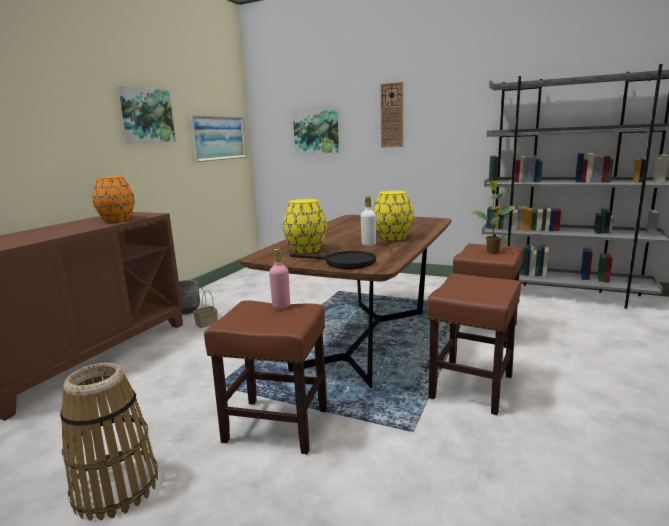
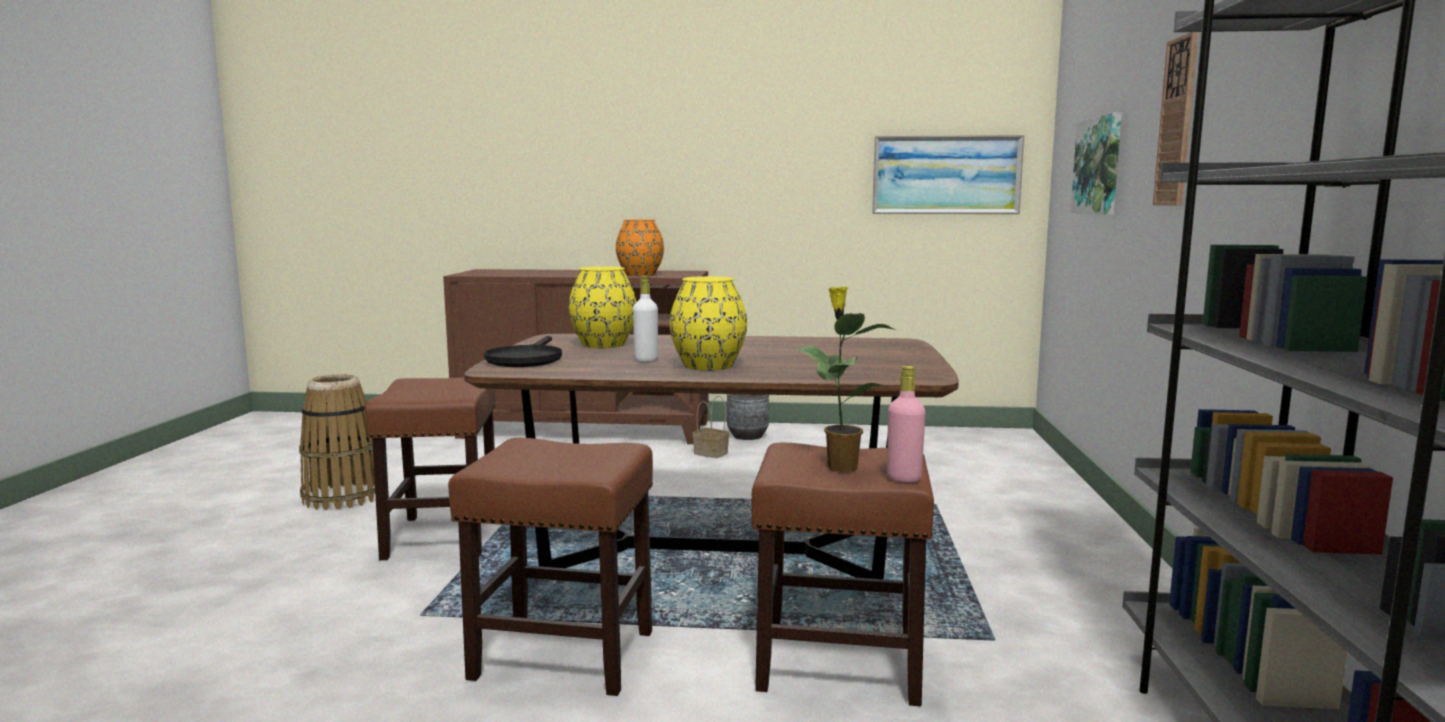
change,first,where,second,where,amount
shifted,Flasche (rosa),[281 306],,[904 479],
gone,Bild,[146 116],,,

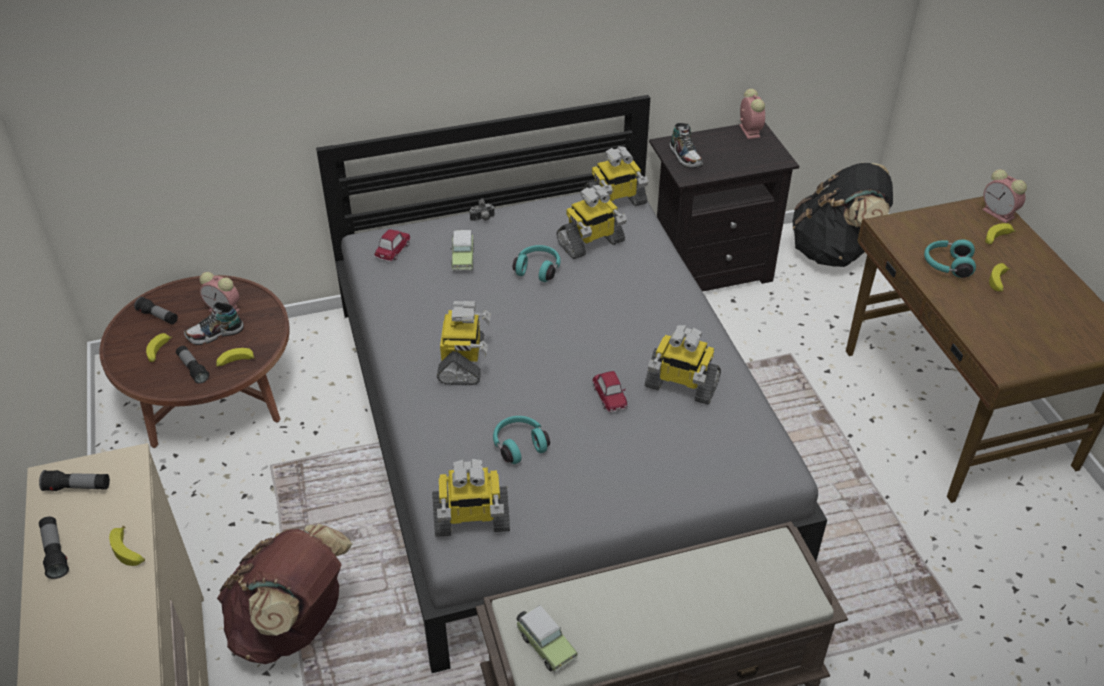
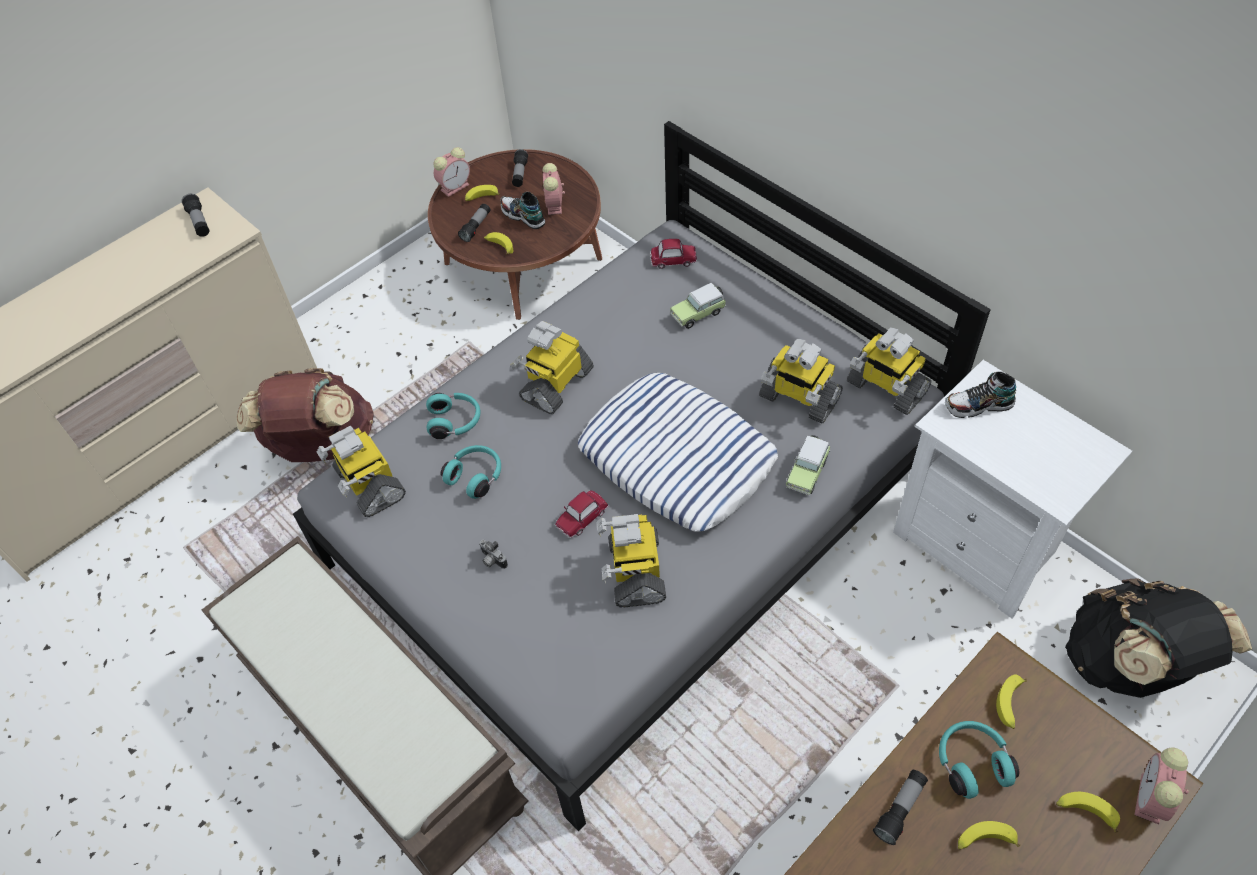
change,first,where,second,where,amount
shifted,Kopfhörer (türkis),[538 269],,[455 421],
shifted,Wecker,[748 130],,[455 186],
shifted,Kamera,[483 219],,[492 561],
rotated,Spielzeugroboter,[463 362],,[556 384],150 degrees clockwise
new,,,Kissen,[677 458],
shifted,Spielzeugauto,[545 645],,[807 471],
shifted,Taschenlampe,[55 552],,[900 809],
repainted,Nachttisch (schwarz),[709 268],Nachttisch (weiß),[979 544],
rotated,Schuh,[685 157],,[978 406],45 degrees clockwise
shifted,Banane,[129 551],,[1010 704],

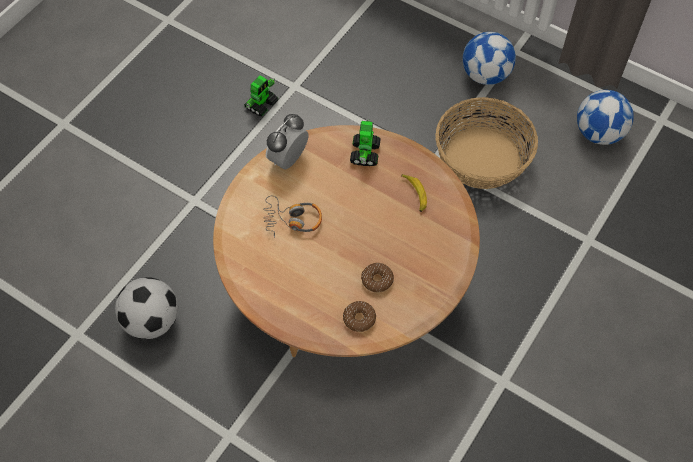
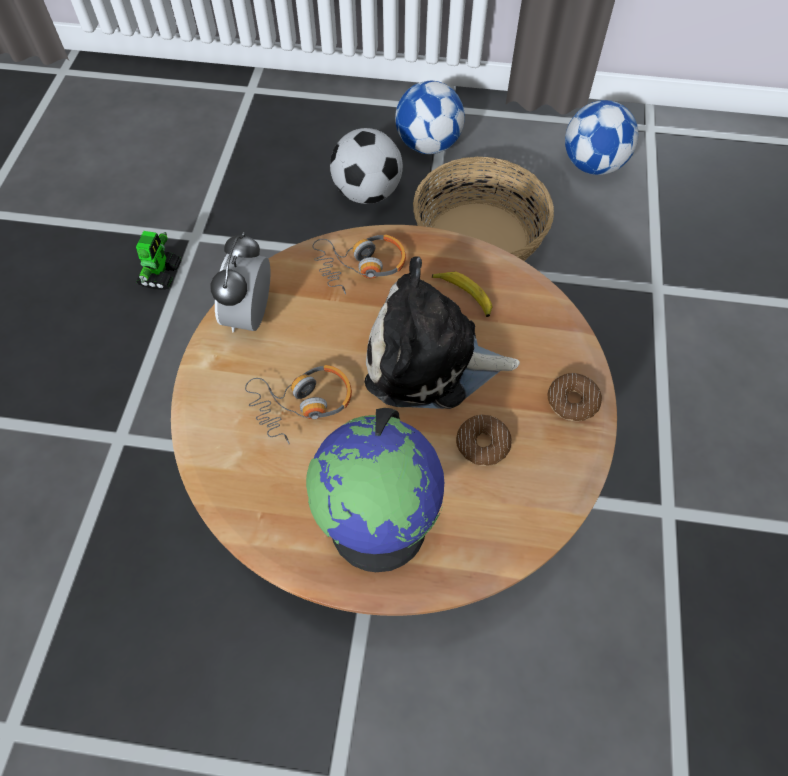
change,first,where,second,where,amount
new,,,Globus,[380 524],
swapped,Spielzeugroboter,[365 153],Kopfhörer,[361 266],
shifted,Fußball,[152 321],,[367 193],
new,,,Plüschtier,[430 361],
shifted,Donut,[359 319],,[572 401],

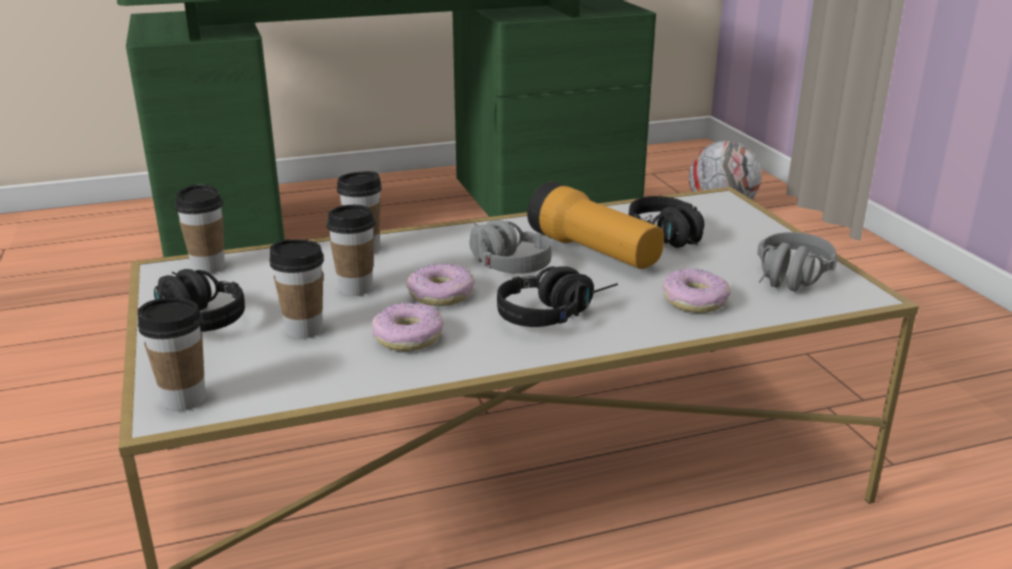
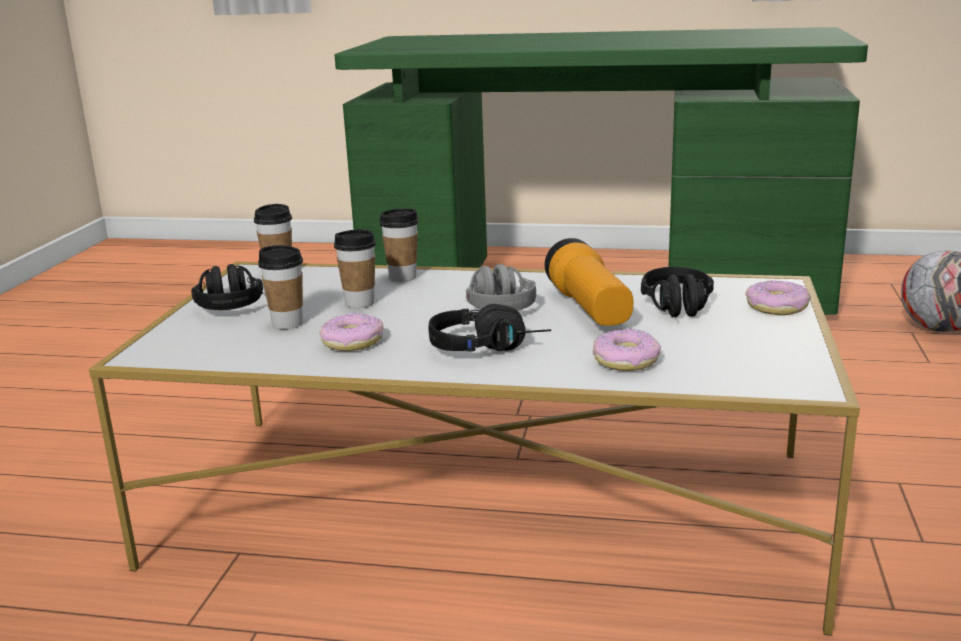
change,first,where,second,where,amount
shifted,Donut,[441 295],,[777 307],
gone,Tasse,[184 399],,,
gone,Kopfhörer (grau),[789 281],,,

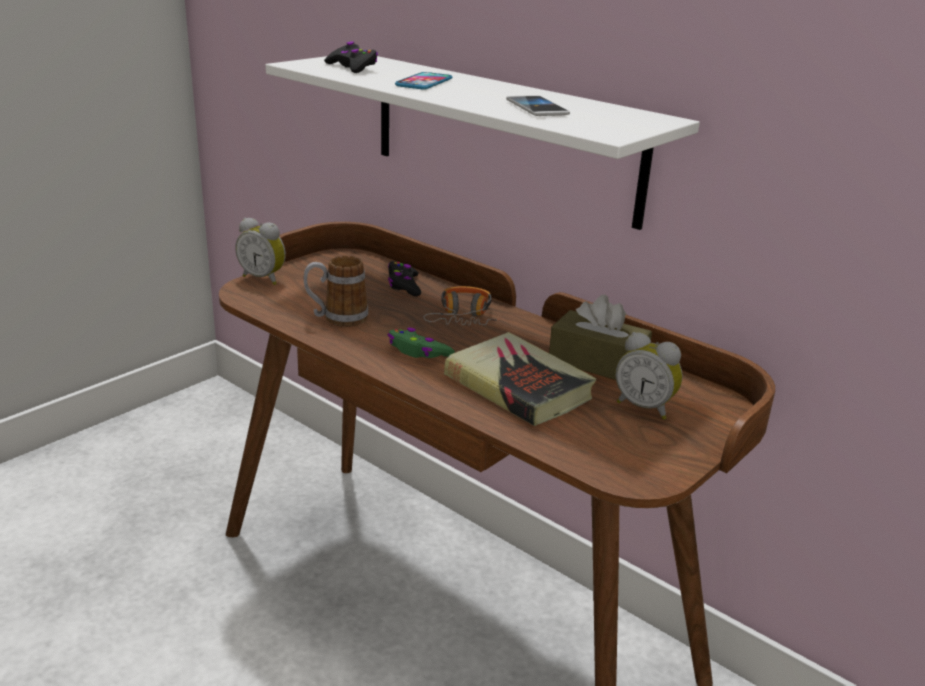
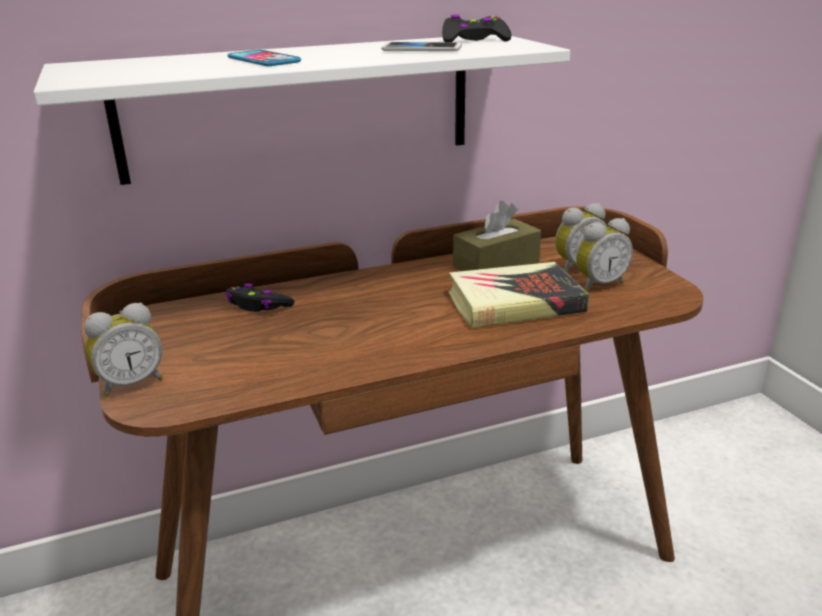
change,first,where,second,where,amount
shifted,Gamepad (schwarz),[352 67],,[474 40],
new,,,Wecker,[598 284],
gone,Henkelbecher,[337 318],,,
gone,Gamepad (grün),[418 352],,,
gone,Kopfhörer,[463 316],,,

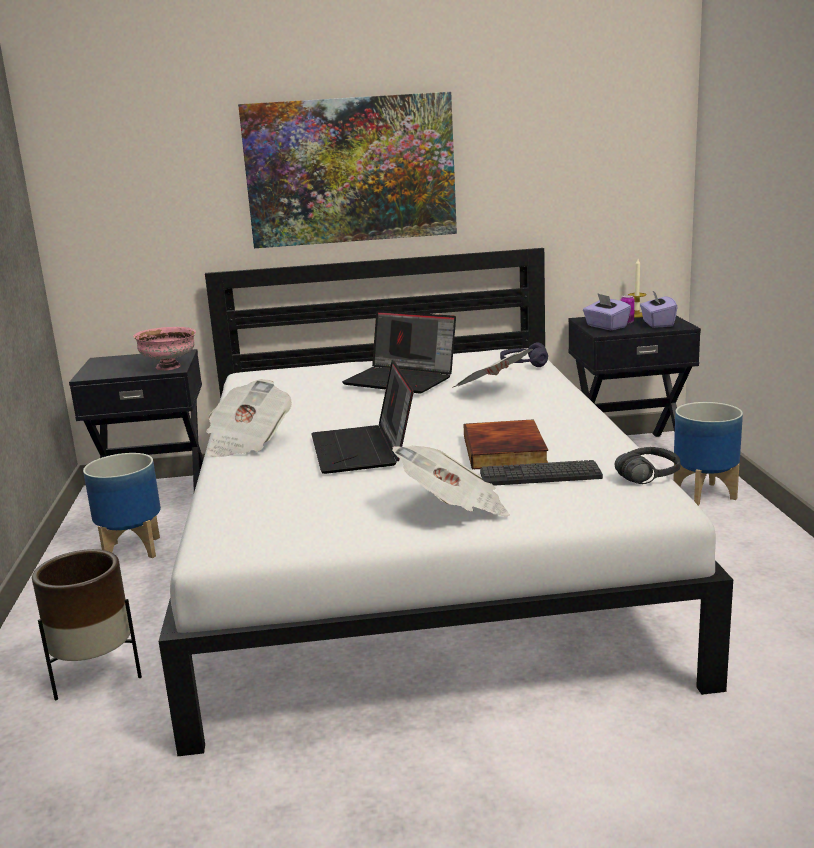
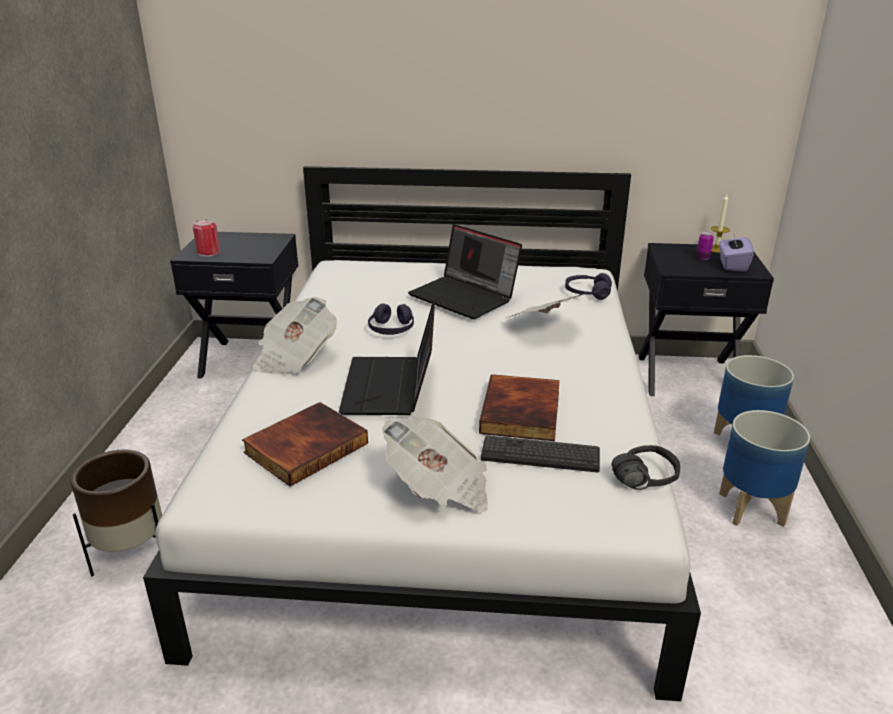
change,first,where,second,where,amount
new,,,Dose,[208 252],
new,,,Buch,[305 446],
new,,,Kopfhörer (lila),[391 329],
shifted,Pflanzkübel,[134 549],,[752 509],
gone,Schüssel (rosa),[169 367],,,
gone,Bild,[350 170],,,
gone,Taschentuchbox (lila),[606 326],,,

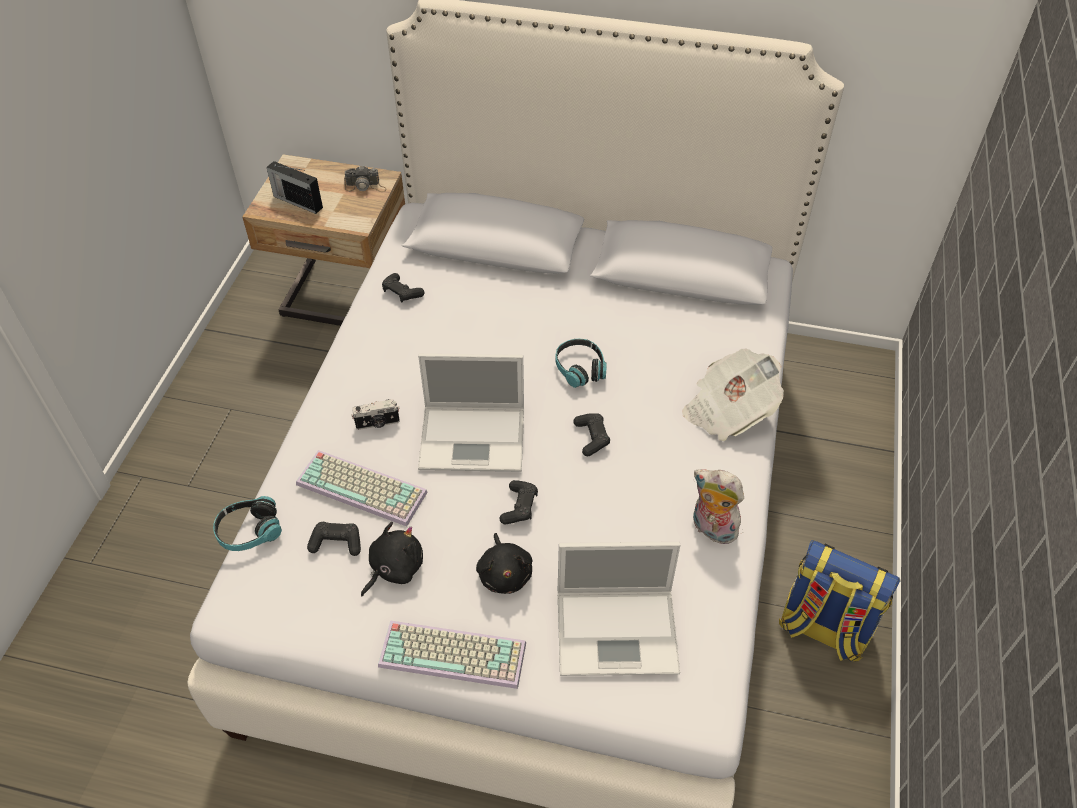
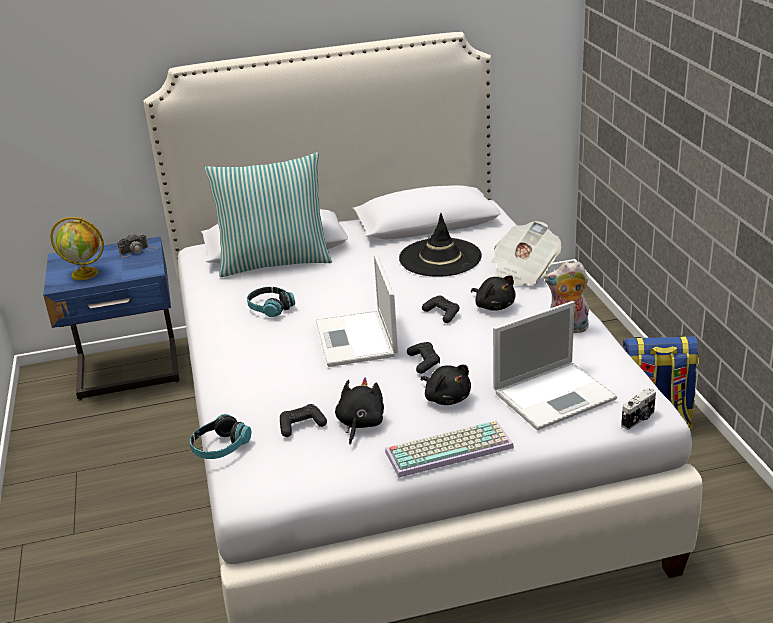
change,first,where,second,where,amount
repainted,Nachttisch (beige),[344 299],Nachttisch (blau),[129 372],
swapped,Radio,[297 201],Globus,[85 273],
new,,,Kissen,[275 262],
shifted,Kopfhörer,[580 368],,[270 308],
rotated,Laptop,[475 438],,[357 340],105 degrees clockwise
new,,,Hut (schwarz),[440 258],
new,,,Plüschtier (schwarz),[493 306],
shifted,Kamera,[377 424],,[639 419],
gone,Tastatur,[364 487],,,
gone,Gamepad (schwarz),[402 292],,,

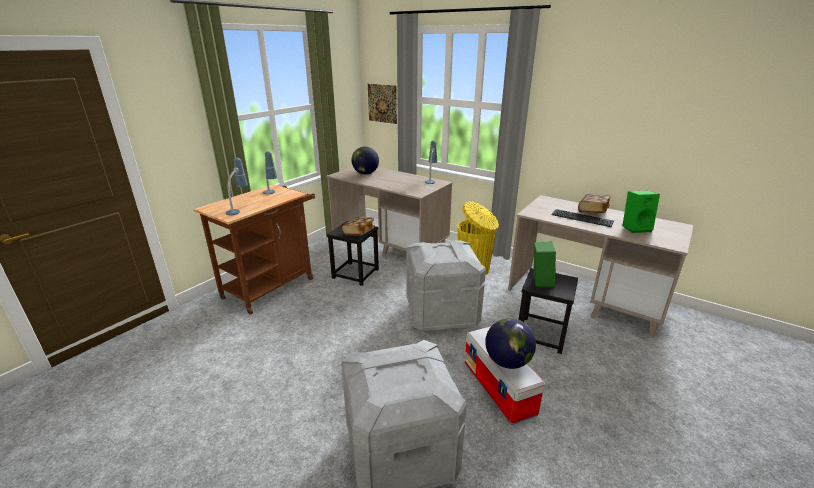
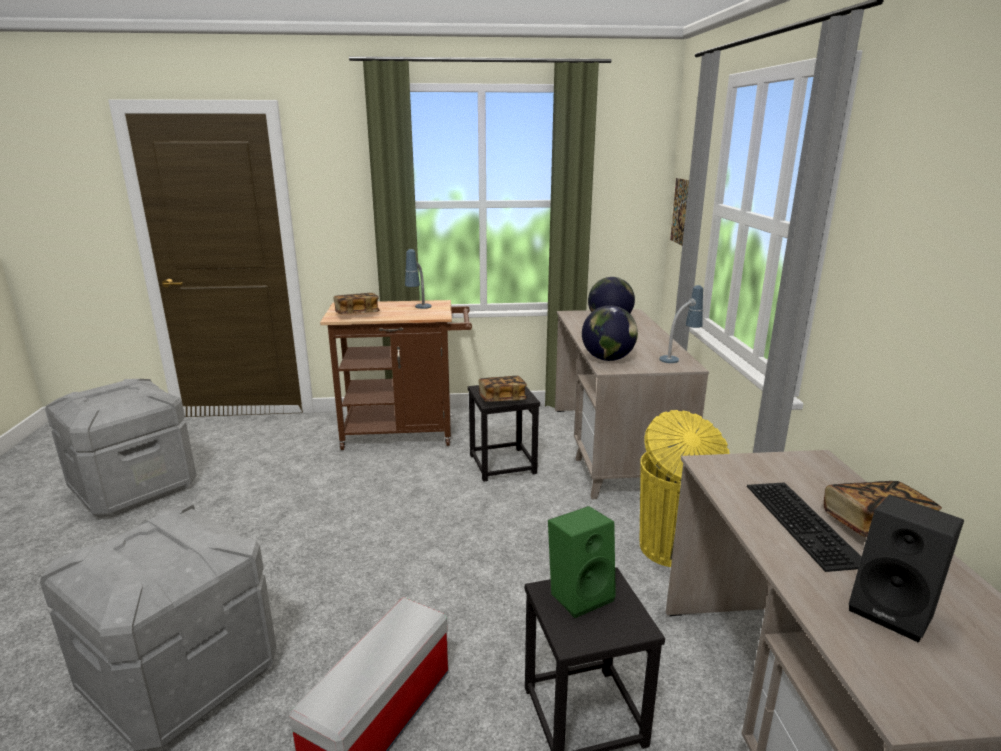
change,first,where,second,where,amount
shifted,Aufbewahrungsbox (grau),[441 313],,[135 487],
swapped,Tischlampe,[239 209],Buch,[357 314],
shifted,Globus,[508 361],,[608 359],
repainted,Lautsprecher (grün),[636 228],Lautsprecher (schwarz),[894 610],

